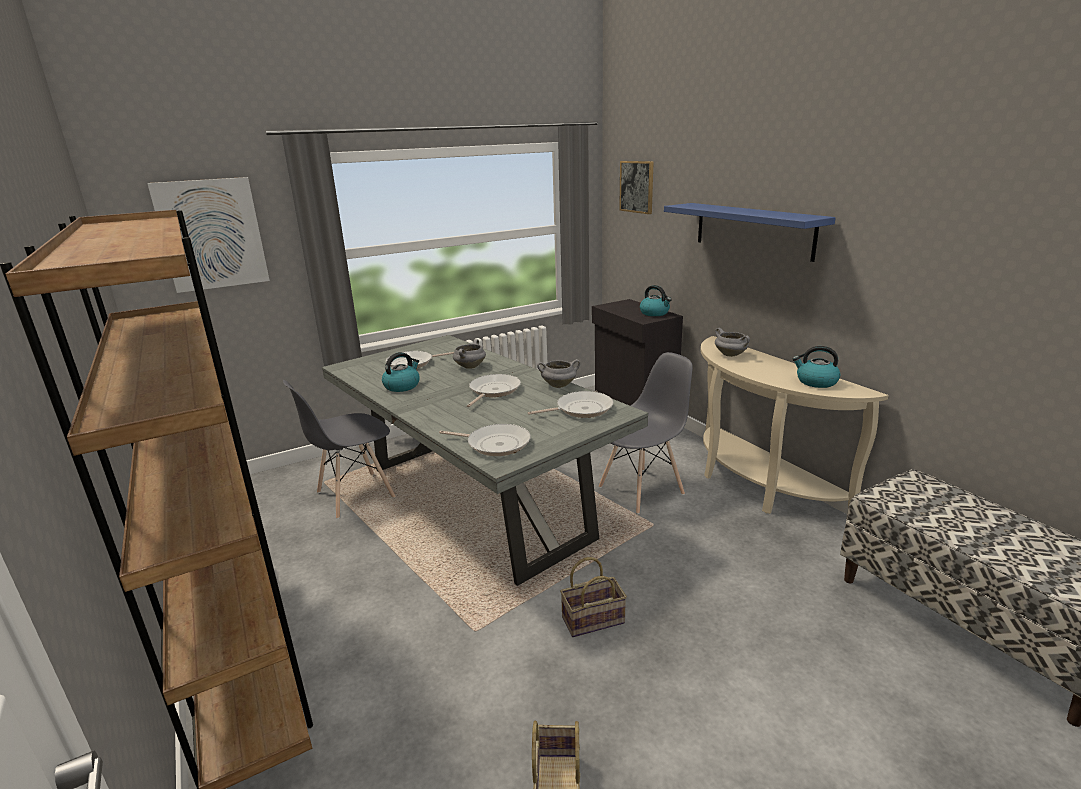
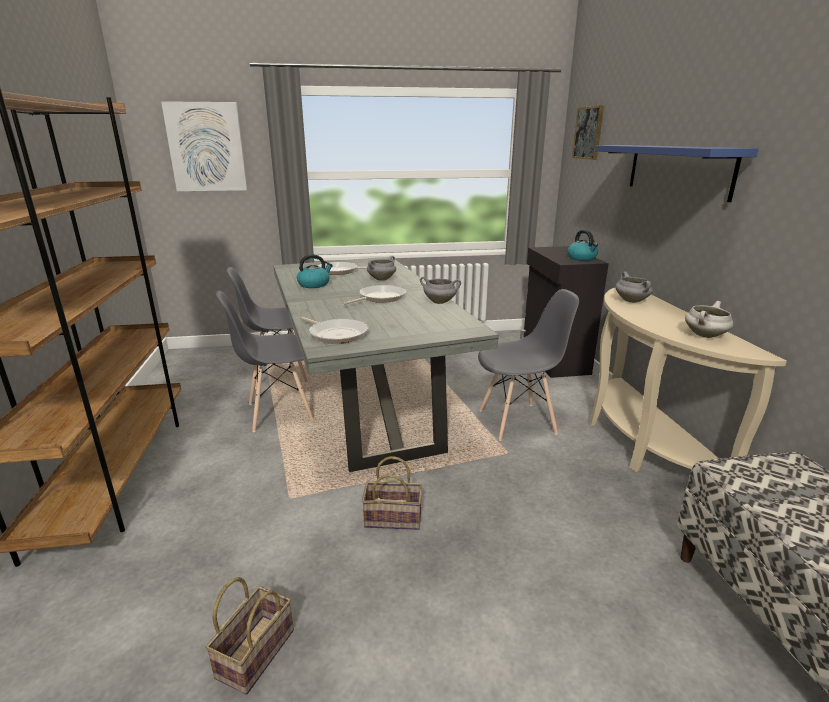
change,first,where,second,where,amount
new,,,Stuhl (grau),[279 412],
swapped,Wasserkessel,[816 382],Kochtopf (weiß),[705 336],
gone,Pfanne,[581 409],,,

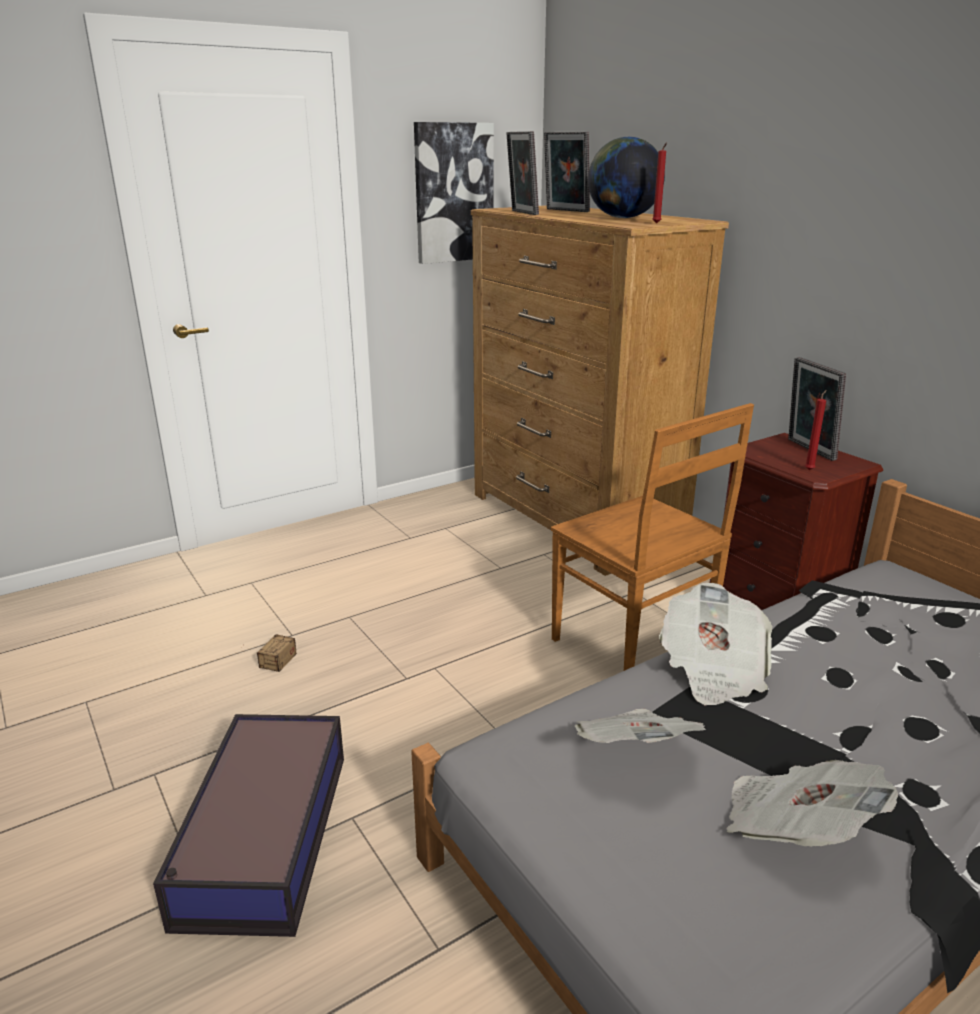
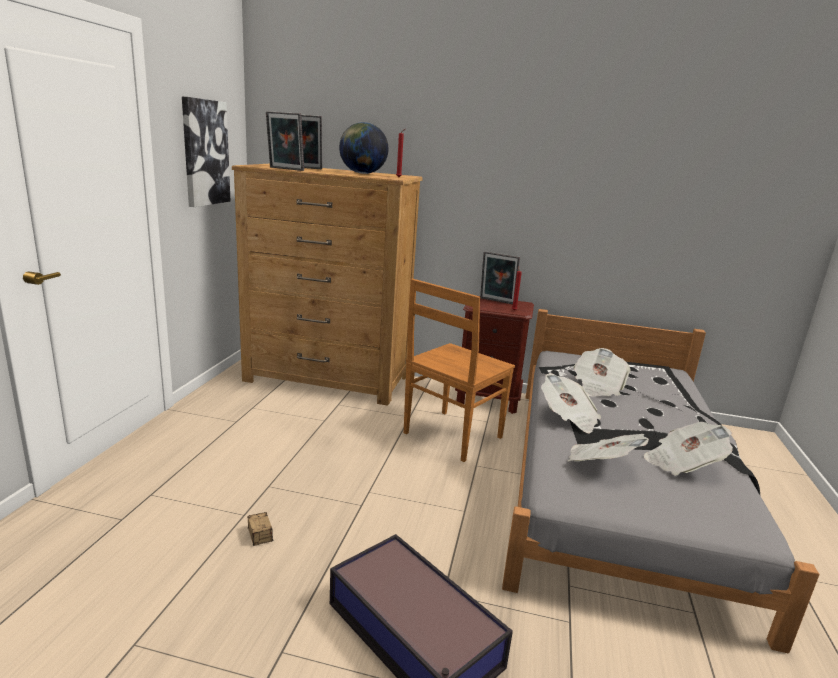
change,first,where,second,where,amount
rotated,Stuhl (braun),[634 646],,[451 436],120 degrees clockwise
new,,,Zeitung,[597 387],

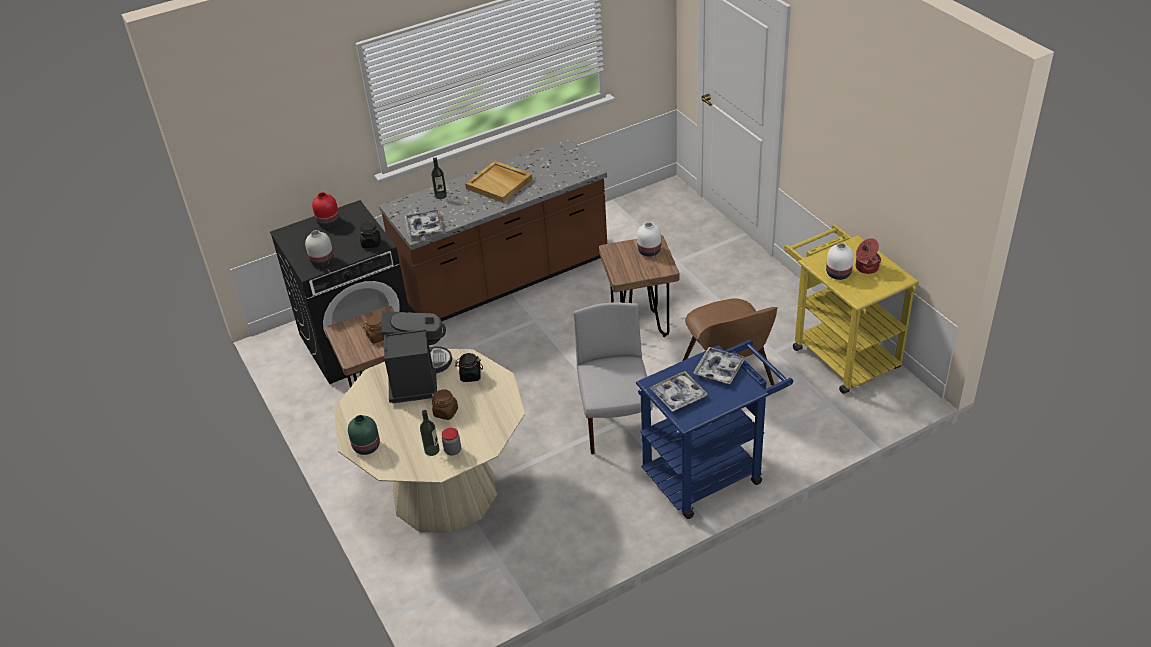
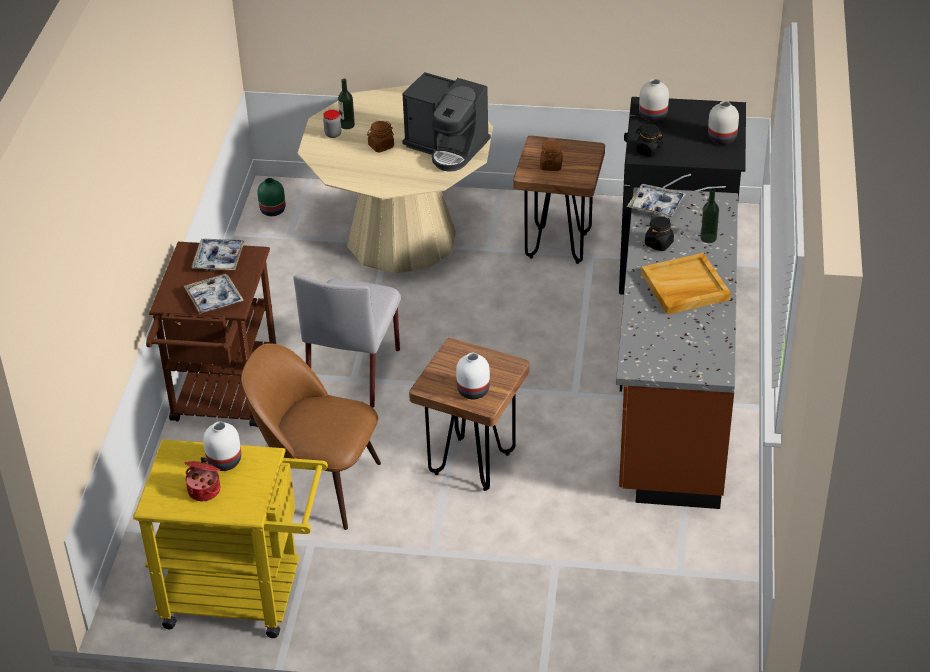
change,first,where,second,where,amount
repainted,Rollwagen (blau),[711 471],Rollwagen (braun),[223 398],
shifted,Vase (grün),[366 447],,[272 210],
rotated,Stuhl (grau),[615 424],,[354 371],75 degrees clockwise
shifted,Vorratsglas (schwarz),[470 376],,[659 244],
repainted,Vase (rot),[328 222],Vase (weiß),[721 138],

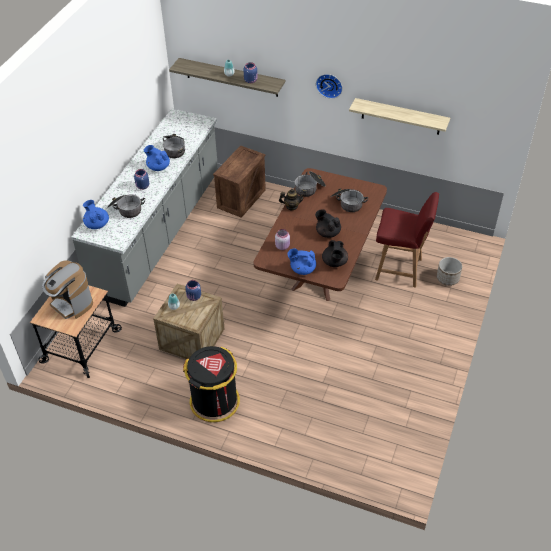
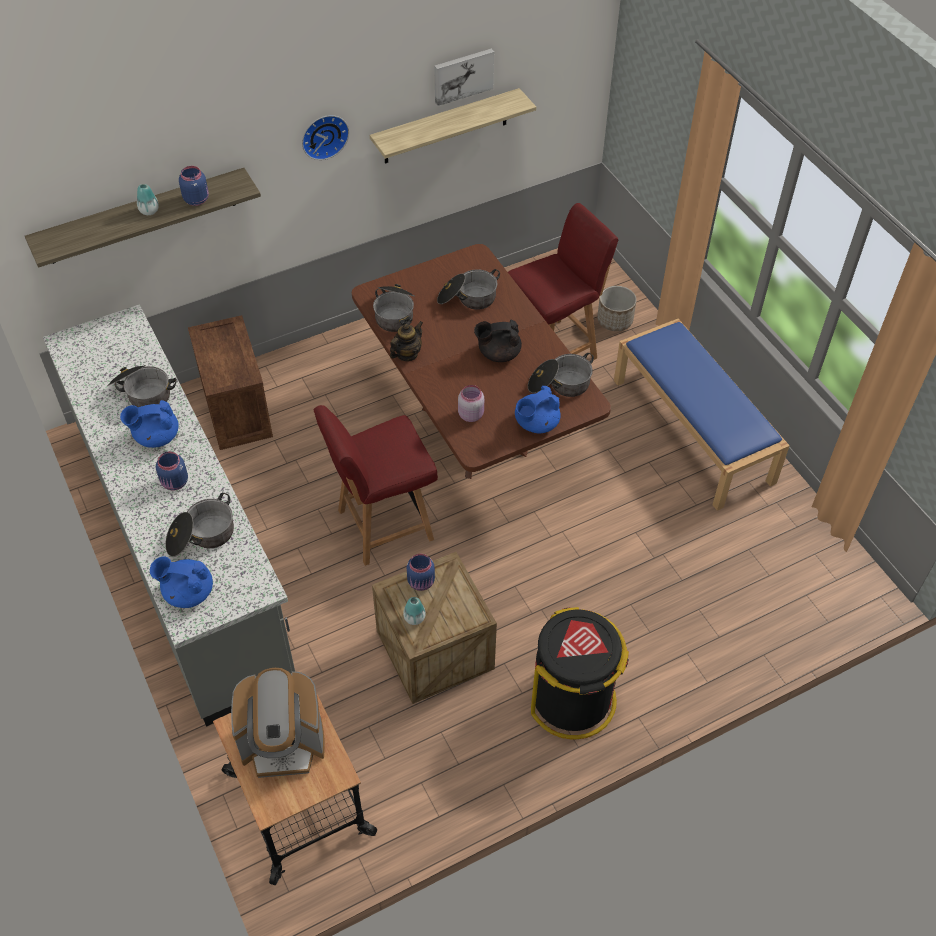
change,first,where,second,where,amount
new,,,Stuhl (rot),[382 525],
new,,,Bild,[462 75],
swapped,Teekanne (schwarz),[334 262],Kochtopf,[559 384],
new,,,Bank (blau),[693 431],

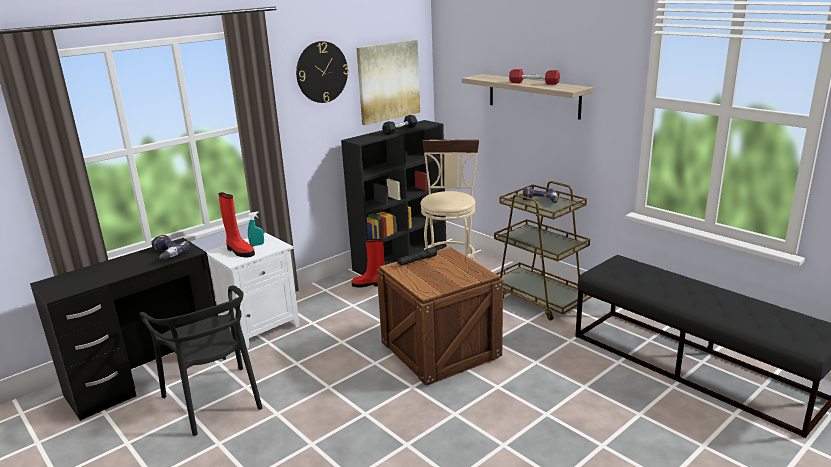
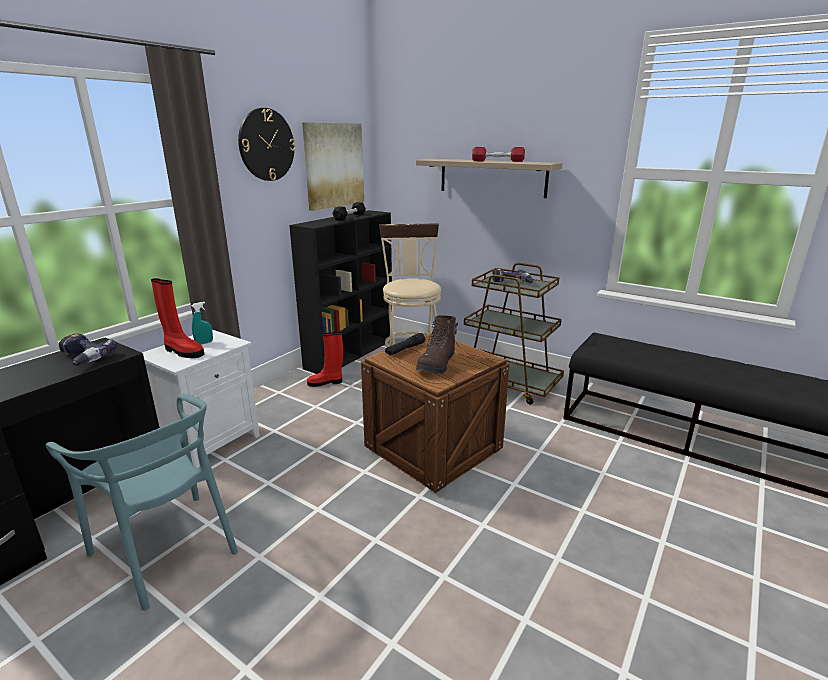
change,first,where,second,where,amount
repainted,Stuhl (schwarz),[214 400],Stuhl (türkis),[167 549],
new,,,Stiefel (braun),[437 364],

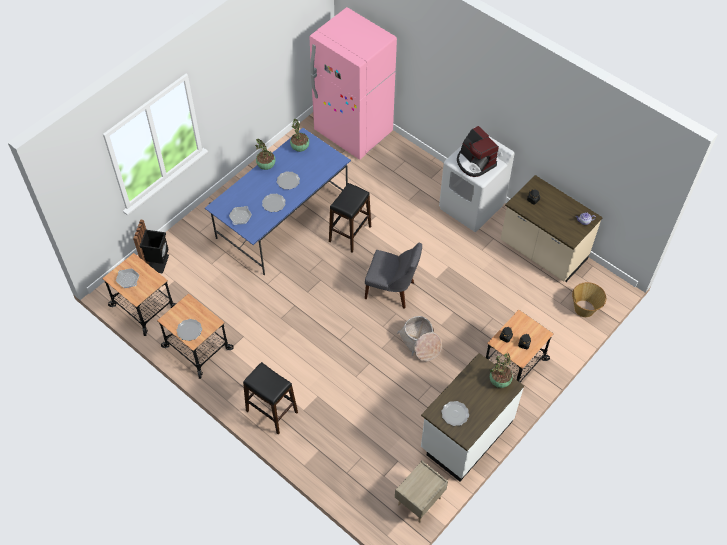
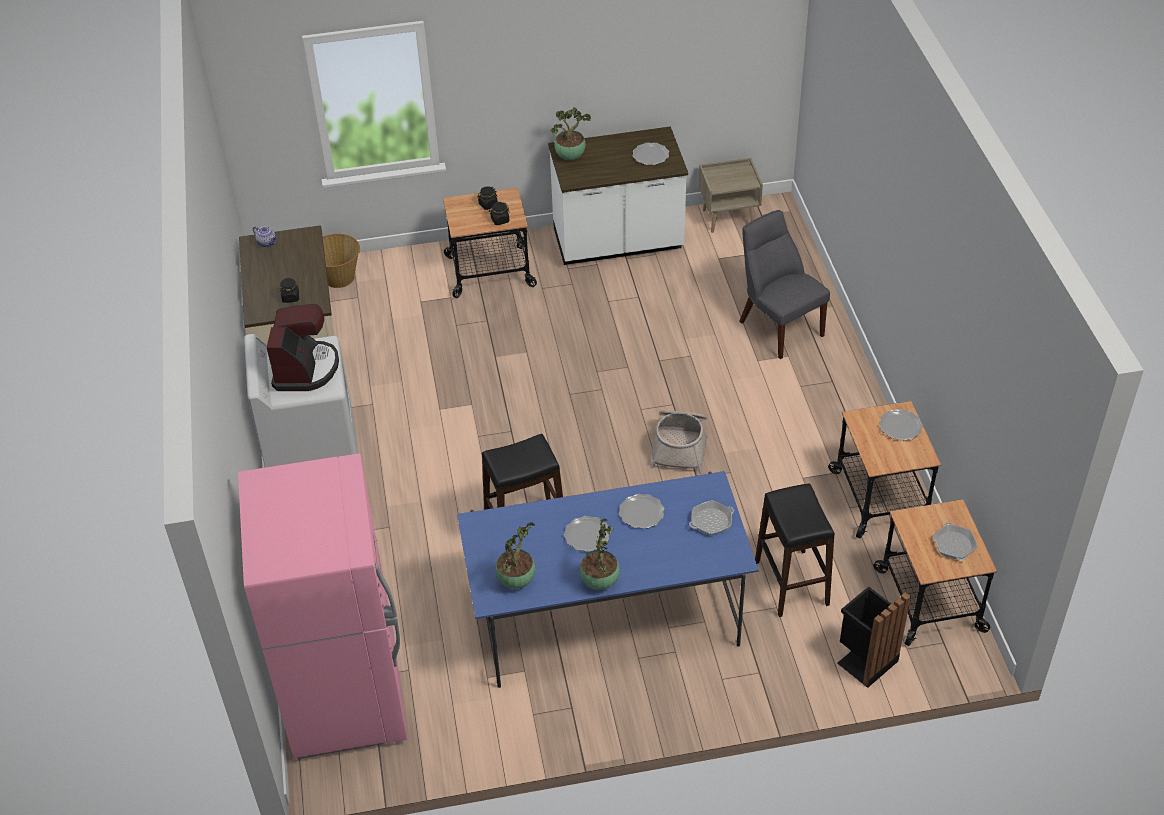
change,first,where,second,where,amount
shifted,Korb,[420 342],,[680 445],
shifted,Stuhl (grau),[392 290],,[778 326],
shifted,Hocker (schwarz),[271 411],,[792 583],

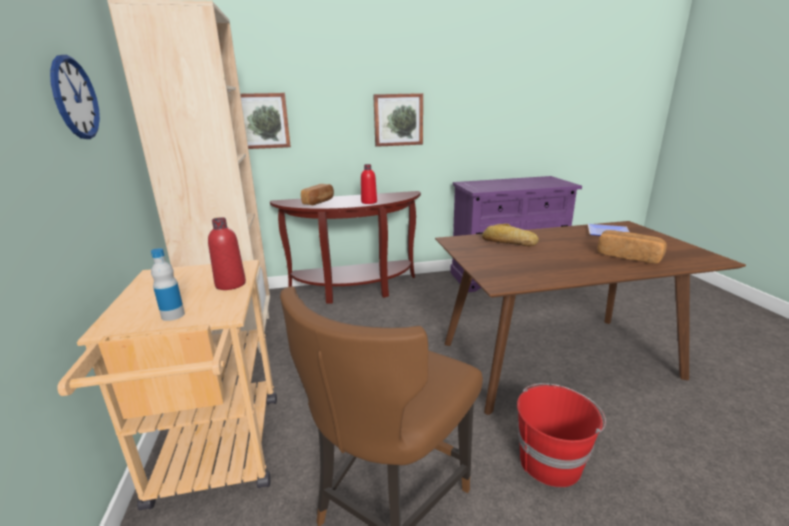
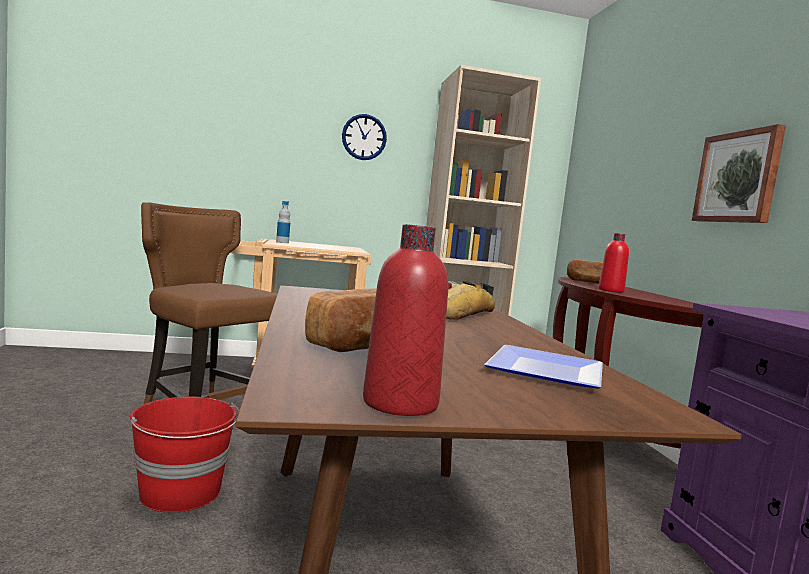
change,first,where,second,where,amount
shifted,Flasche (rot),[230 284],,[400 403],
gone,Bild,[261 121],,,

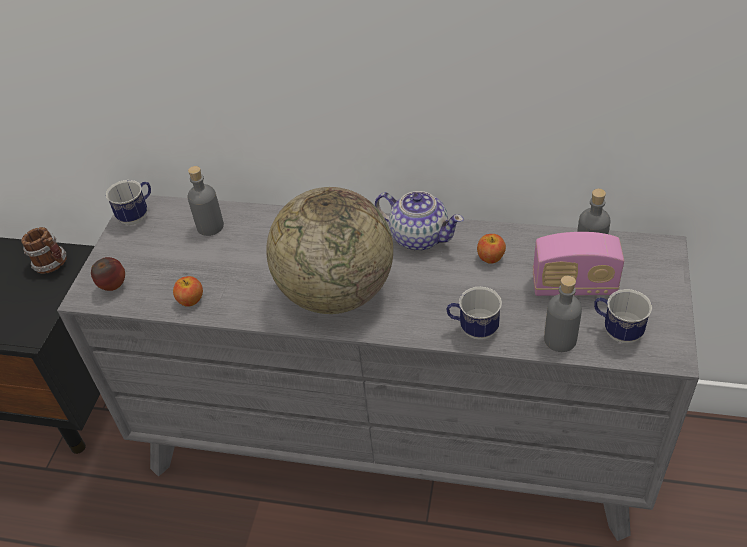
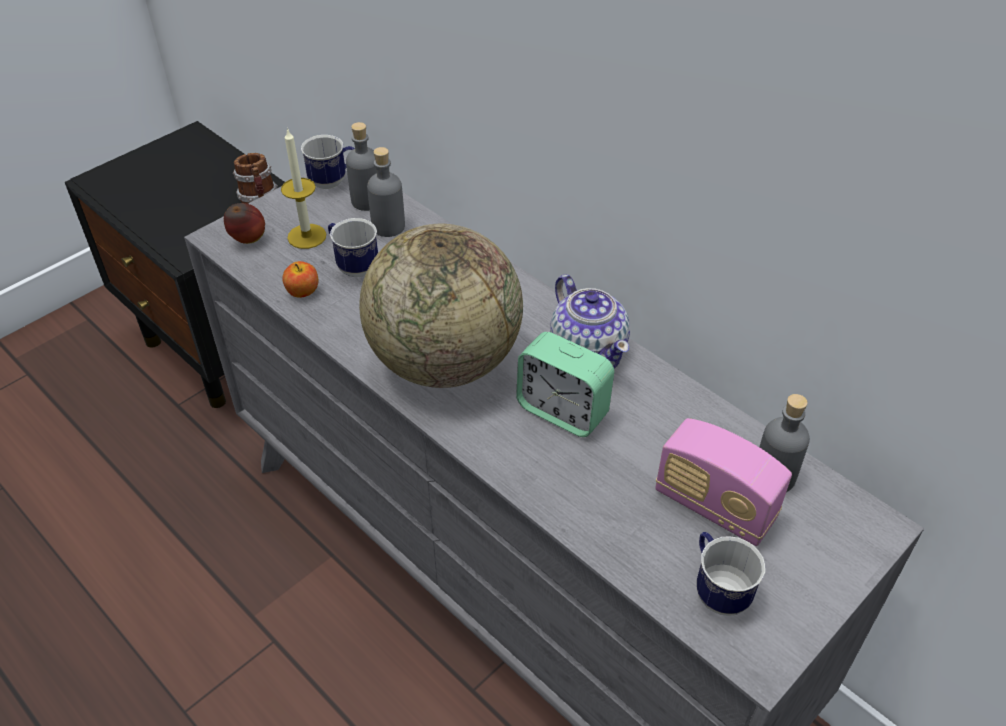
change,first,where,second,where,amount
new,,,Kerze,[307 236],
shifted,Henkelbecher,[473 329],,[353 266],
shifted,Flasche (grau),[560 339],,[367 201],
new,,,Wecker,[562 411],
gone,Apfel,[490 257],,,

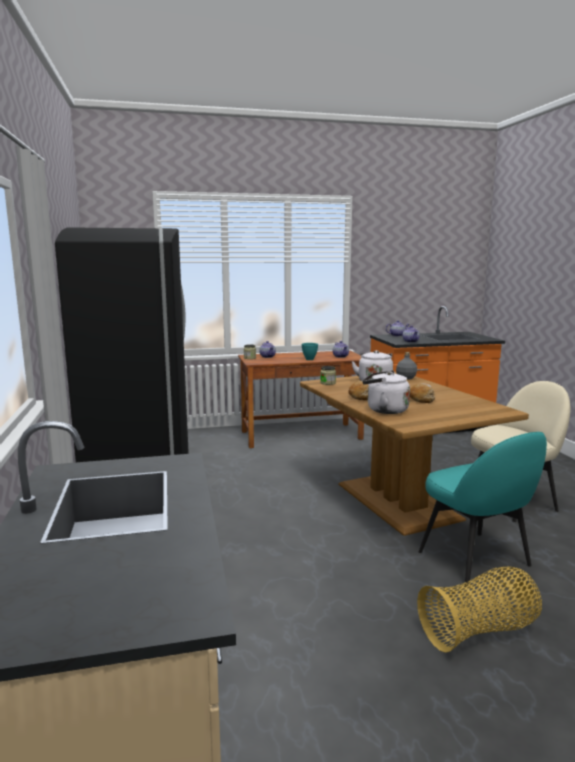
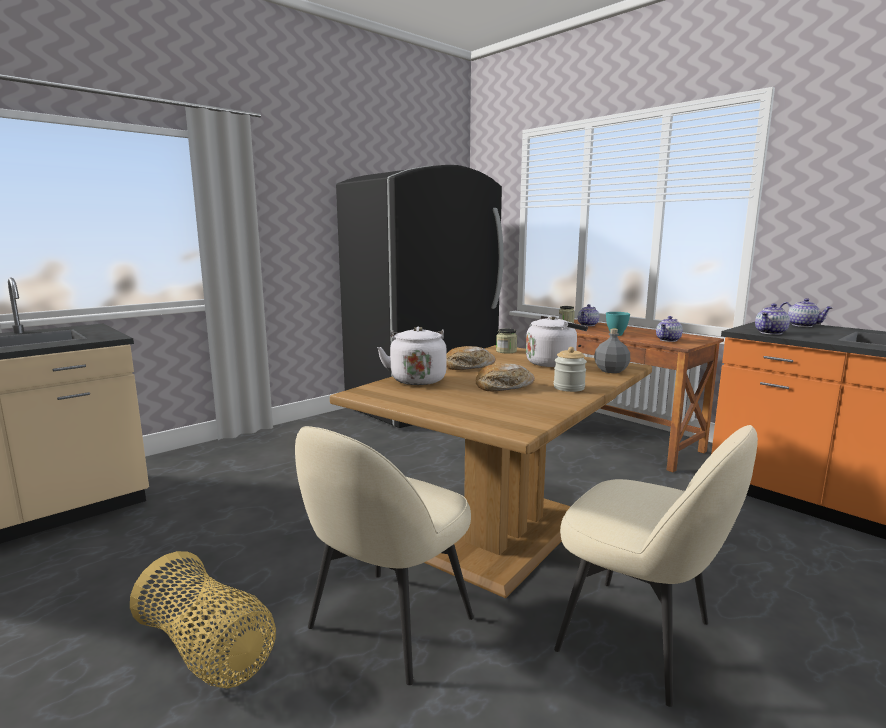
change,first,where,second,where,amount
repainted,Stuhl (türkis),[476 560],Stuhl (beige),[387 625],
new,,,Vorratsglas,[569 388],

